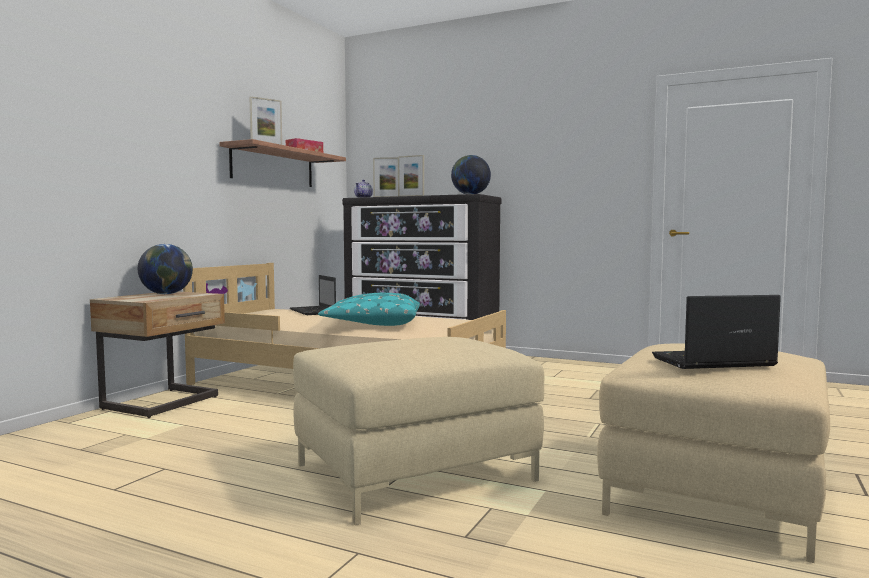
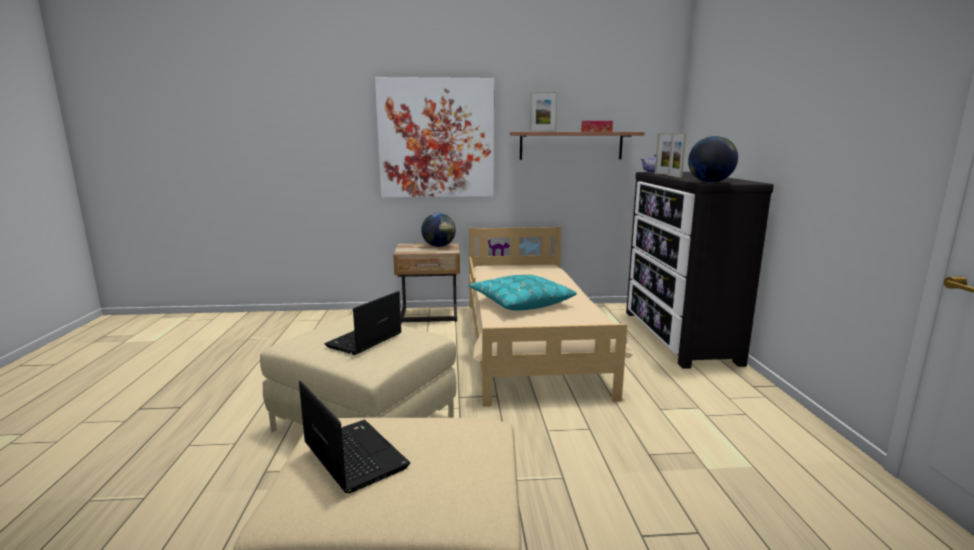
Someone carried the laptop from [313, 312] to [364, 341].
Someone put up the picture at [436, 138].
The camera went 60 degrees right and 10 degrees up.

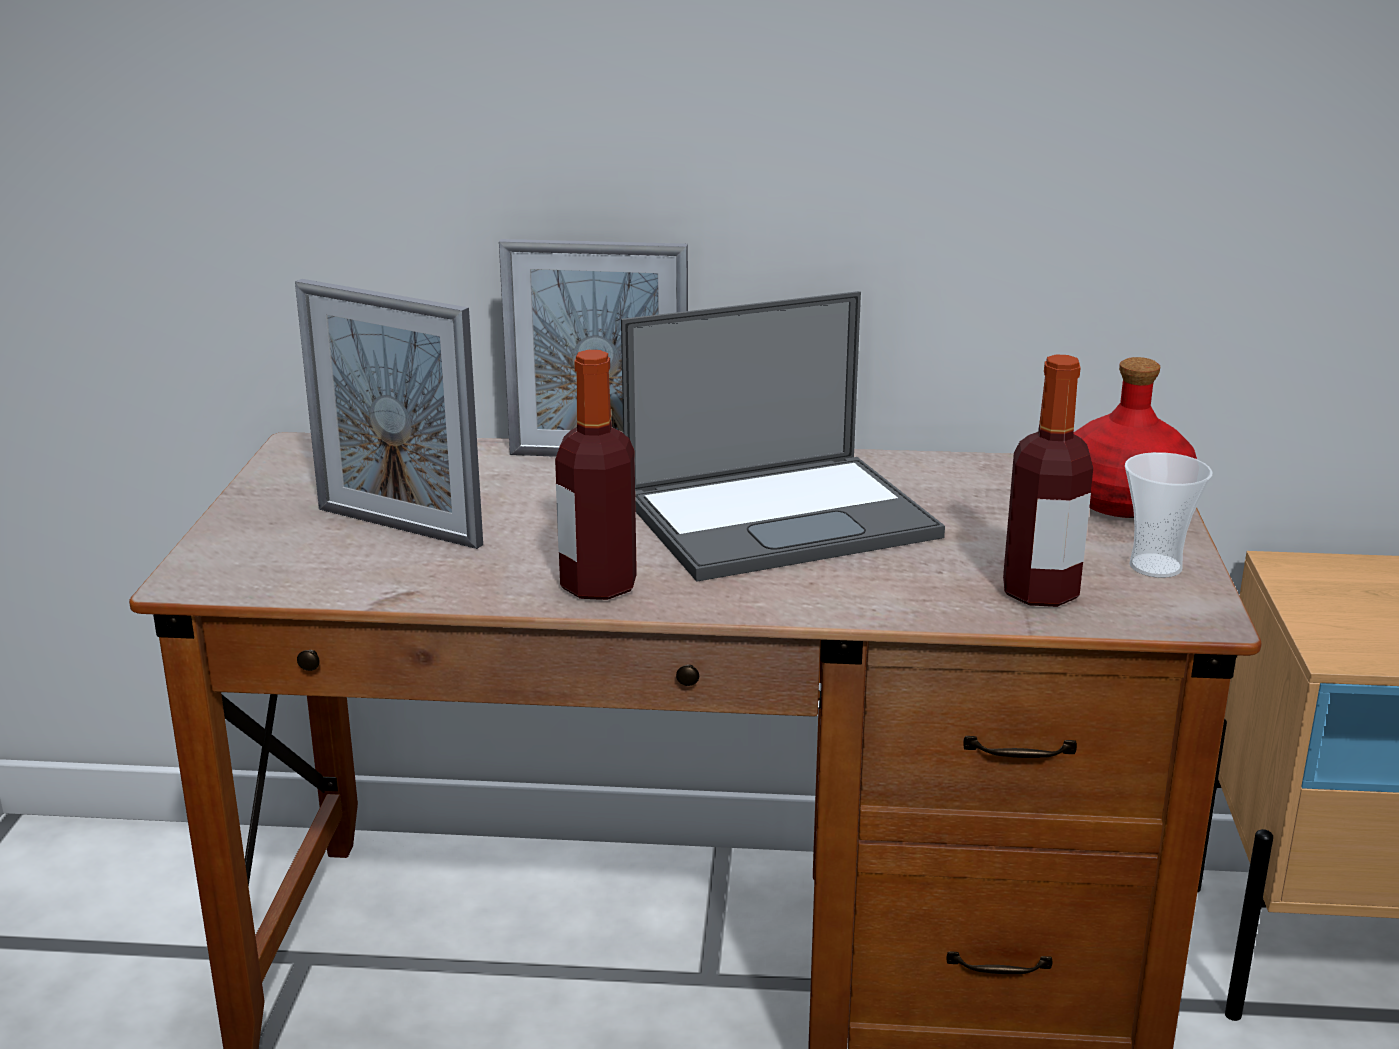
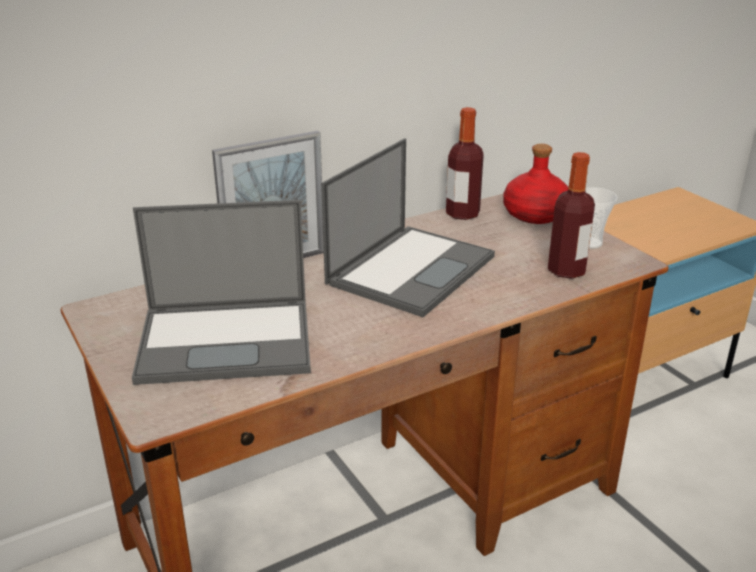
Someone swapped the picture_frame at [399, 526] for the laptop at [228, 340].
Someone carried the bottle from [598, 586] to [462, 214].
The camera went 35 degrees left and 5 degrees up.

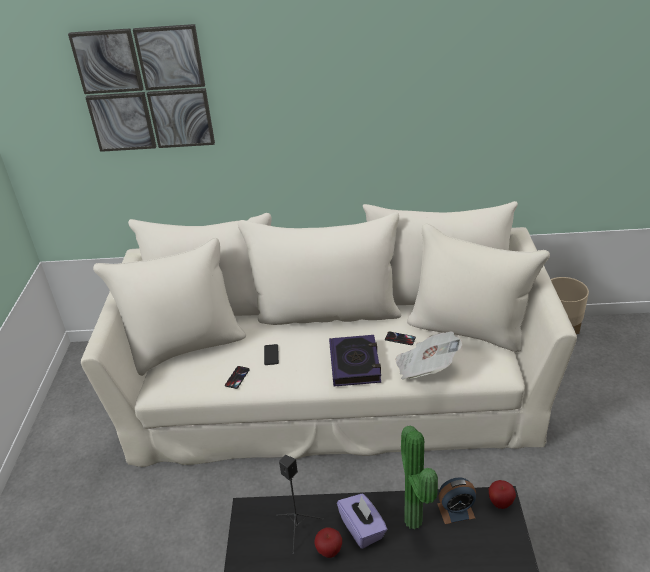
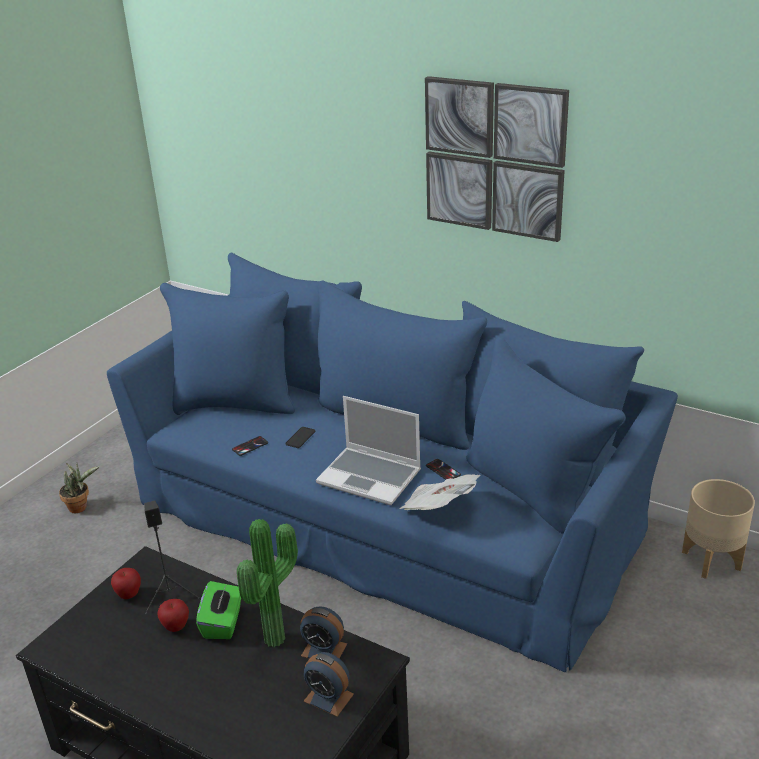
Someone carried the picture from [145, 90] to [494, 158].
Someone repainted the beige_sofa at [333, 390], which became the blue_sofa at [386, 516].
Someone swapped the book at [355, 364] for the laptop at [371, 477].
Someone carried the apple from [500, 503] to [129, 595].
Someone repainted the purple_tissue_box at [362, 529], which became the green_tissue_box at [223, 623].
Someone put down the potted_plant at [81, 507].
Someone put down the alarm_clock at [328, 697].
The camera went 30 degrees right and 5 degrees down.

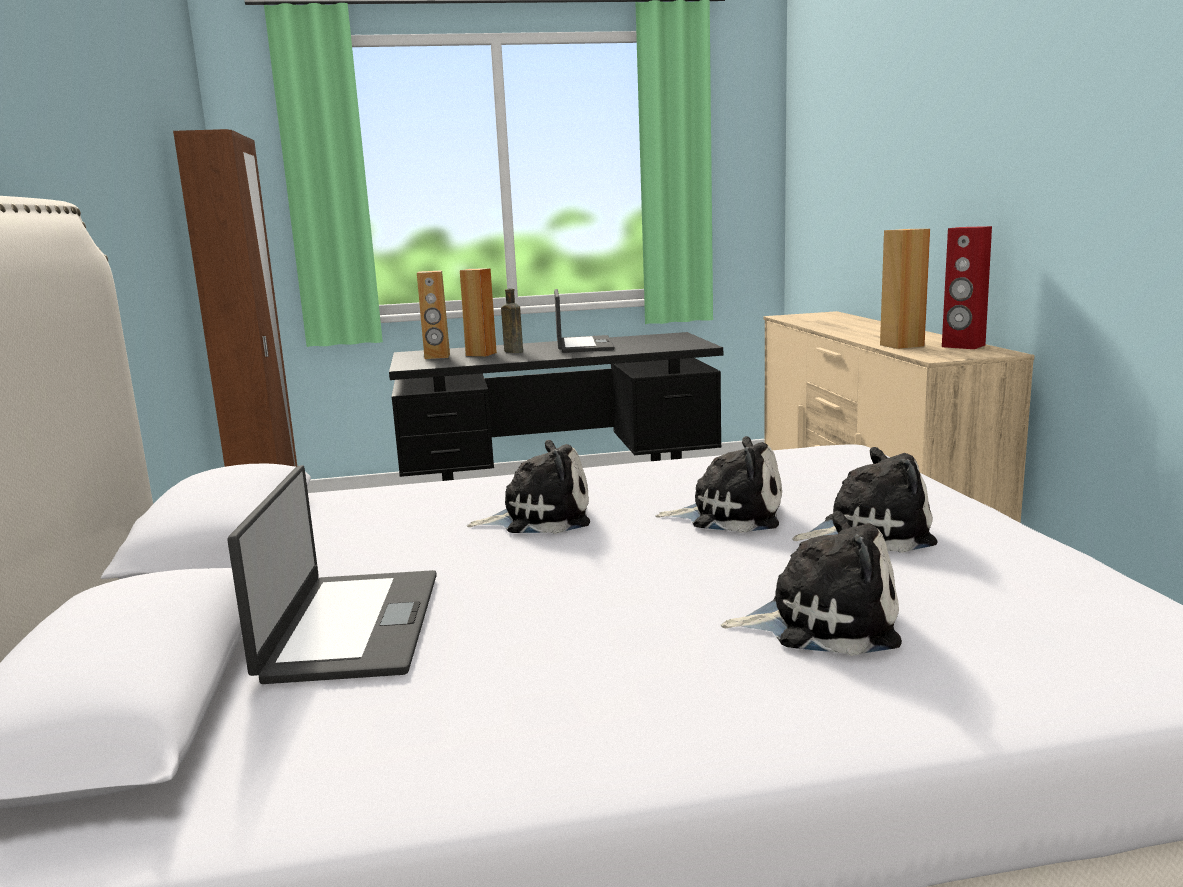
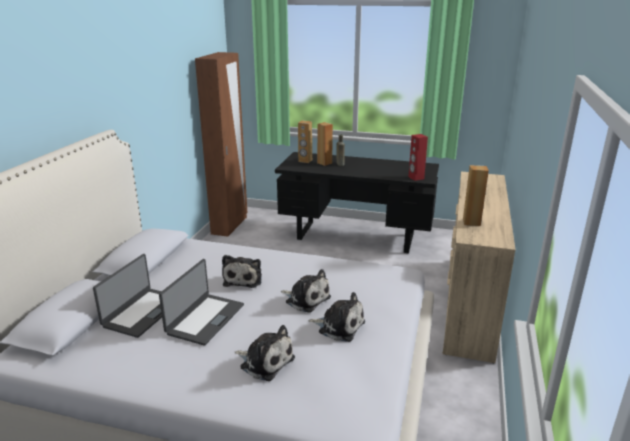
Someone carried the red_speaker from [963, 346] to [416, 178].
Someone carried the laptop from [583, 345] to [204, 319].
Someone rotated the plush_toy at [540, 518] by 75 degrees clockwise.
The camera went 25 degrees right and 10 degrees up.

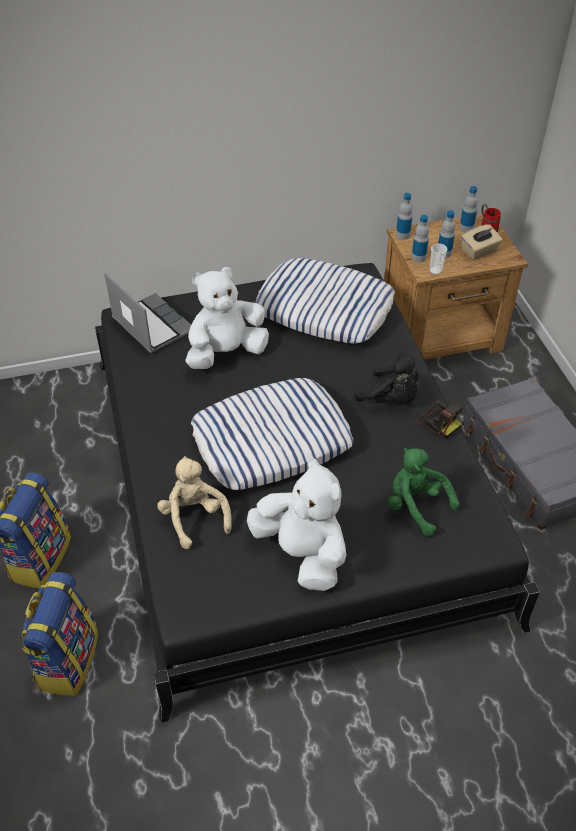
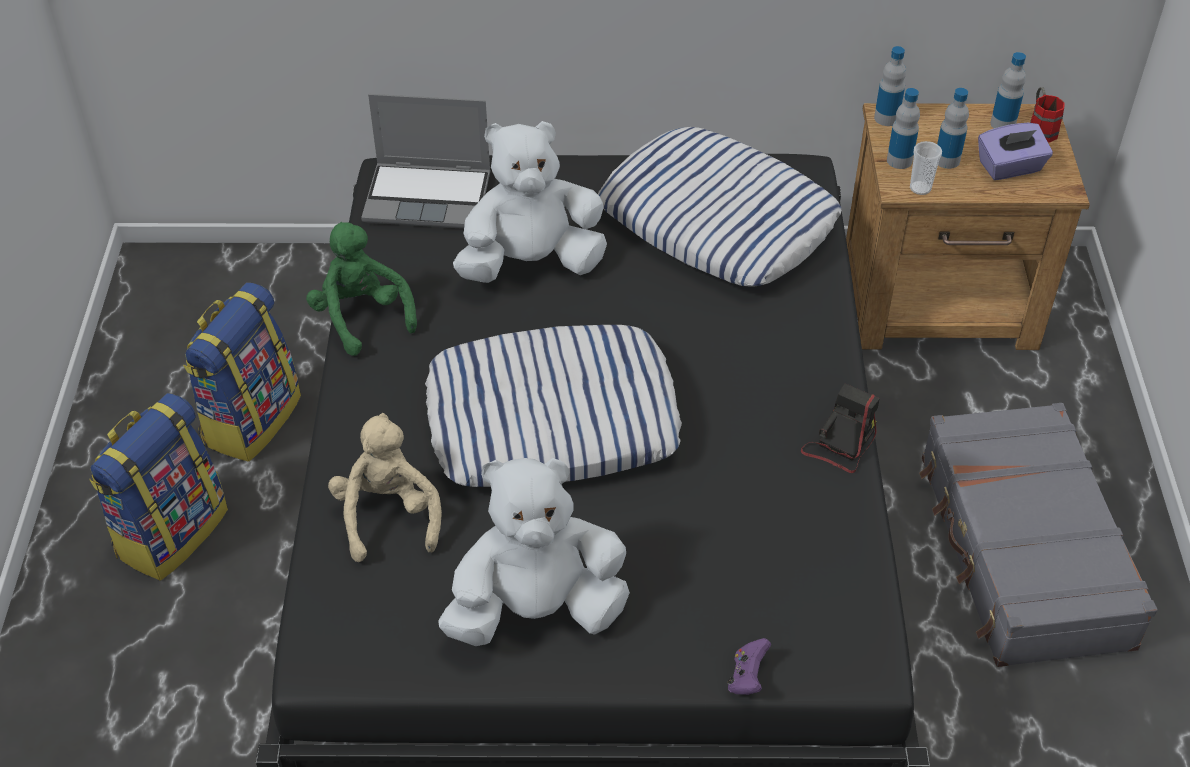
Someone repainted the beige_tissue_box at [479, 251], which became the purple_tissue_box at [1010, 167].
Someone rotated the laptop at [151, 325] by 120 degrees clockwise.
Someone took away the black_plush_toy at [391, 399].
Someone rotated the photo_camera at [438, 422] by 120 degrees counterclockwise.
Someone carried the green_plush_toy from [416, 506] to [361, 317].
Someone rotated the white_plush_toy at [302, 553] by 75 degrees counterclockwise.
Someone carried the backpack from [67, 659] to [251, 419].
Someone put down the purple_game_controller at [747, 677].
The camera went 15 degrees right and 0 degrees up.

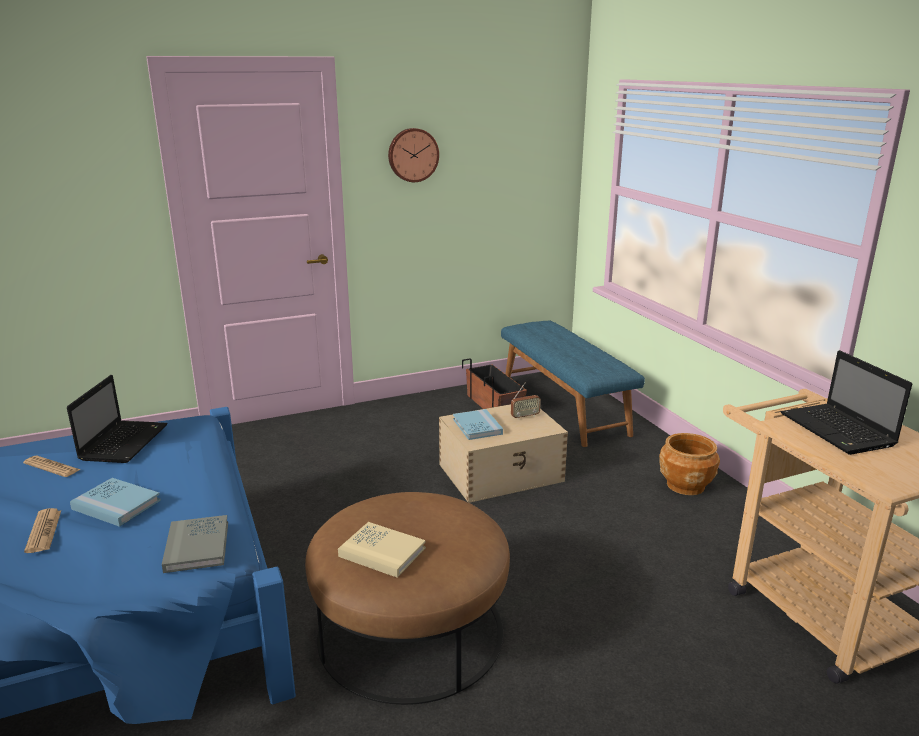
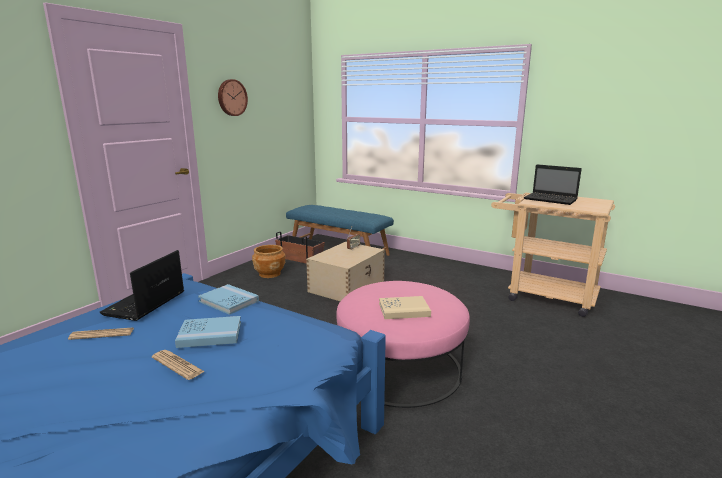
Someone rotated the laptop at [124, 442] by 135 degrees counterclockwise.
Someone carried the blue_book from [477, 426] to [229, 301].
Someone carried the brown_planter from [685, 485] to [270, 274].
Someone repainted the brown_ottoman at [410, 631], which became the pink_ottoman at [400, 368].
Someone took away the grey_book at [197, 546].
The camera went 35 degrees left and 5 degrees down.

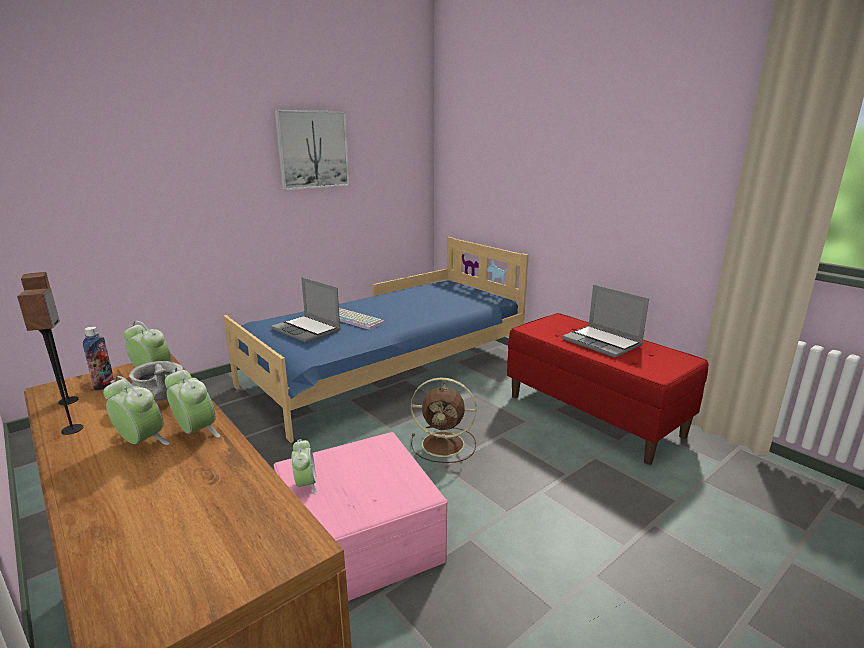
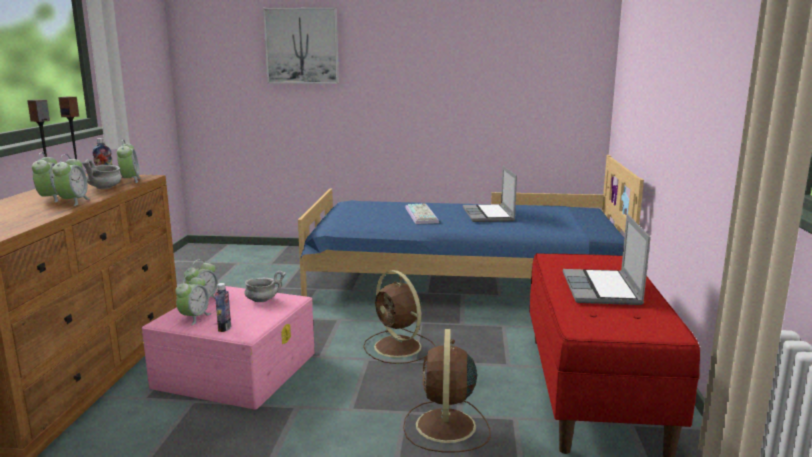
Someone carried the picture from [313, 149] to [302, 46].
Someone carried the laptop from [307, 330] to [489, 215].
Someone put down the grey_bowl at [262, 300].
Someone put down the alarm_clock at [194, 318].
Someone put down the bottle at [224, 328].
Someone put down the brown_fan at [445, 427].
The camera went 45 degrees right and 5 degrees down.

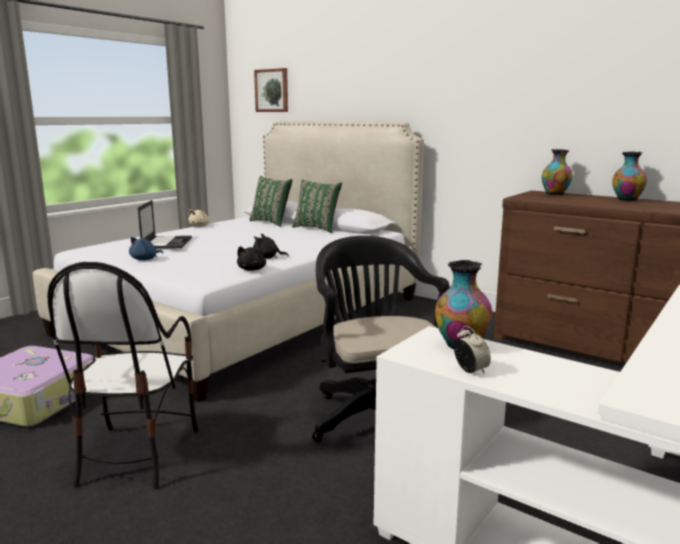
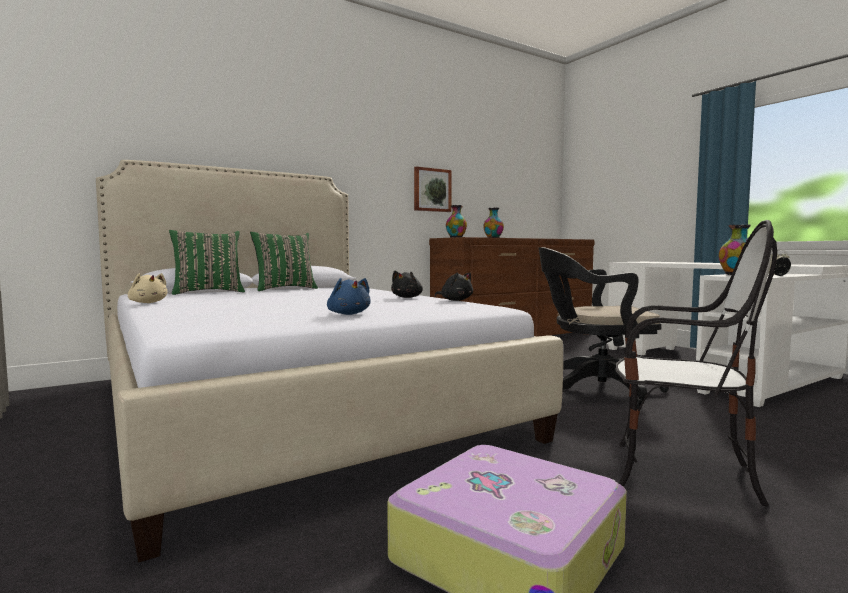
Someone carried the picture from [272, 90] to [432, 190].
Someone took away the laptop at [167, 243].
The camera went 70 degrees left and 10 degrees down.

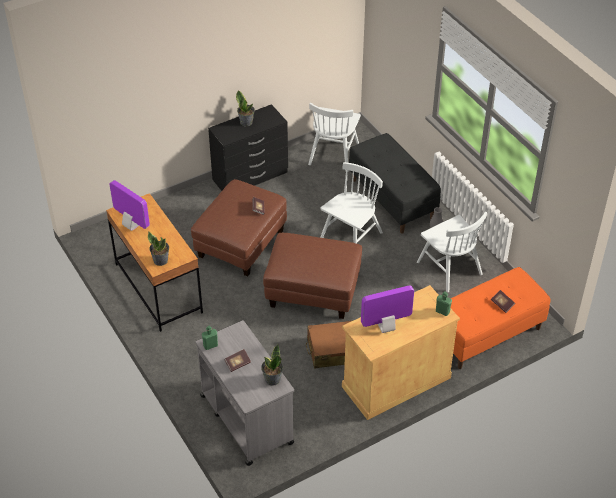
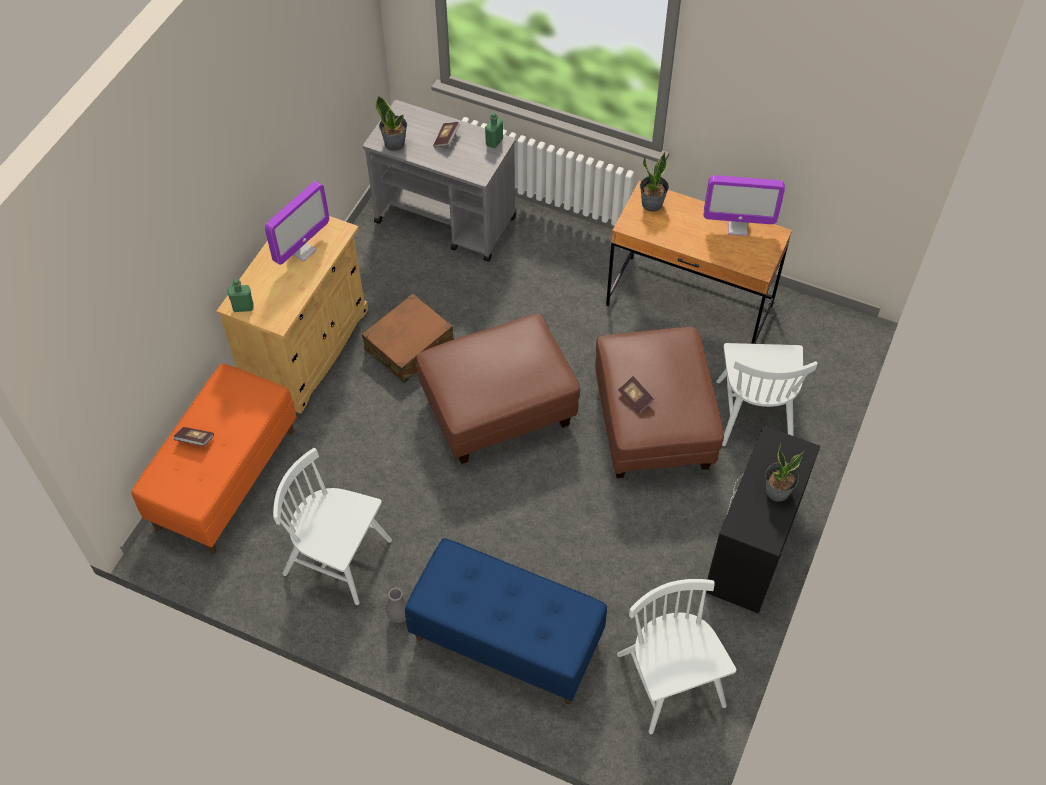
Someone repainted the black_bench at [393, 199], which became the blue_bench at [505, 640].
Someone carried the white_chair from [351, 237] to [754, 413].
The camera went 145 degrees right and 10 degrees up.

